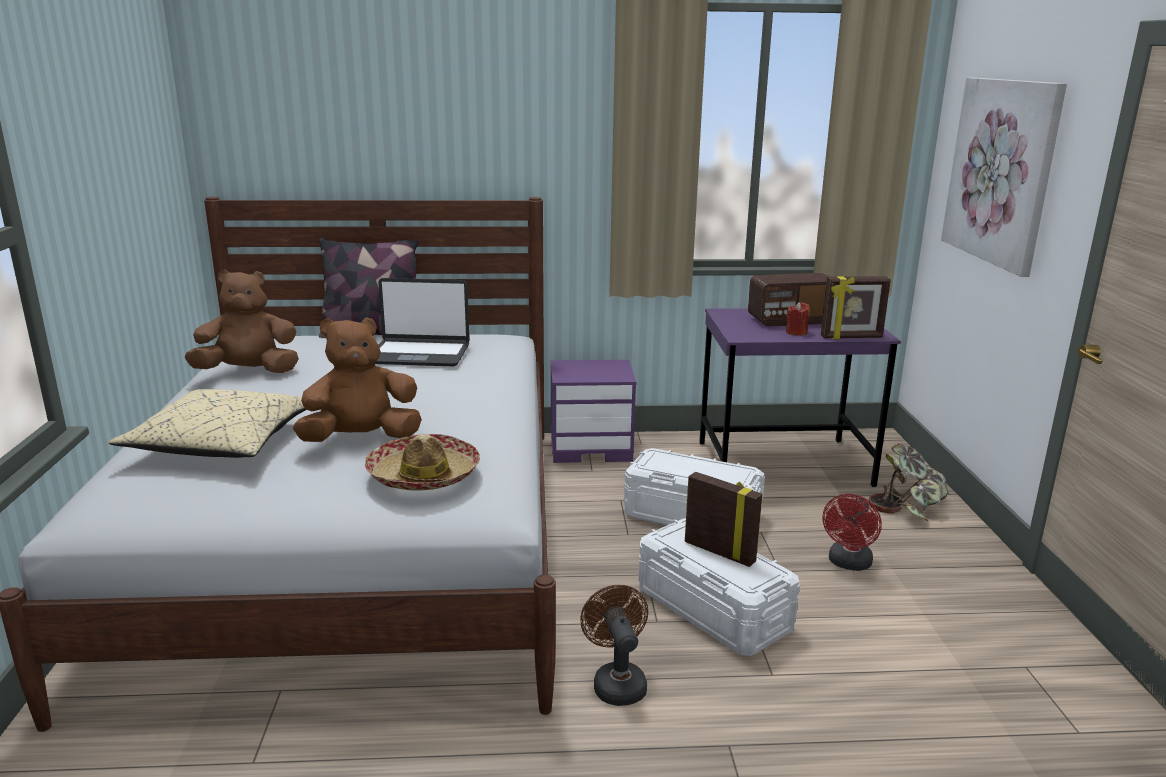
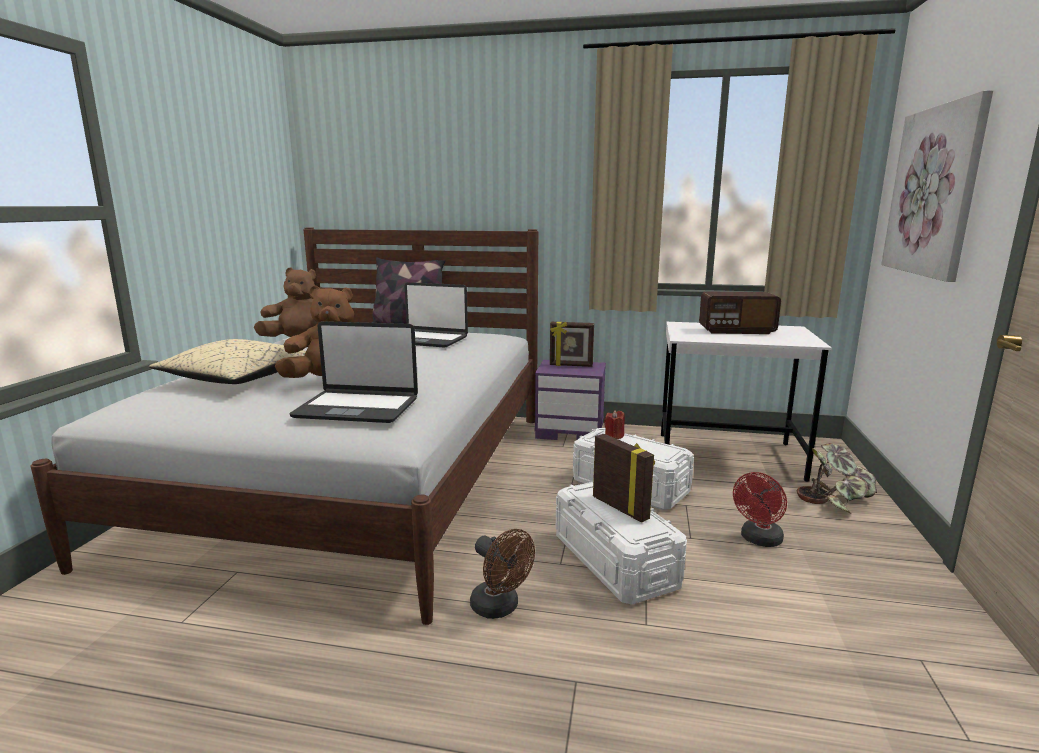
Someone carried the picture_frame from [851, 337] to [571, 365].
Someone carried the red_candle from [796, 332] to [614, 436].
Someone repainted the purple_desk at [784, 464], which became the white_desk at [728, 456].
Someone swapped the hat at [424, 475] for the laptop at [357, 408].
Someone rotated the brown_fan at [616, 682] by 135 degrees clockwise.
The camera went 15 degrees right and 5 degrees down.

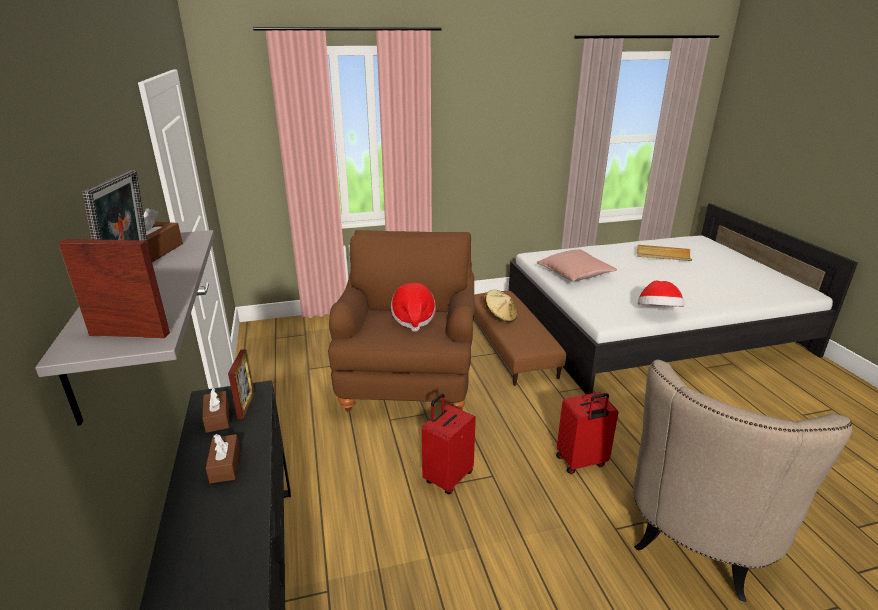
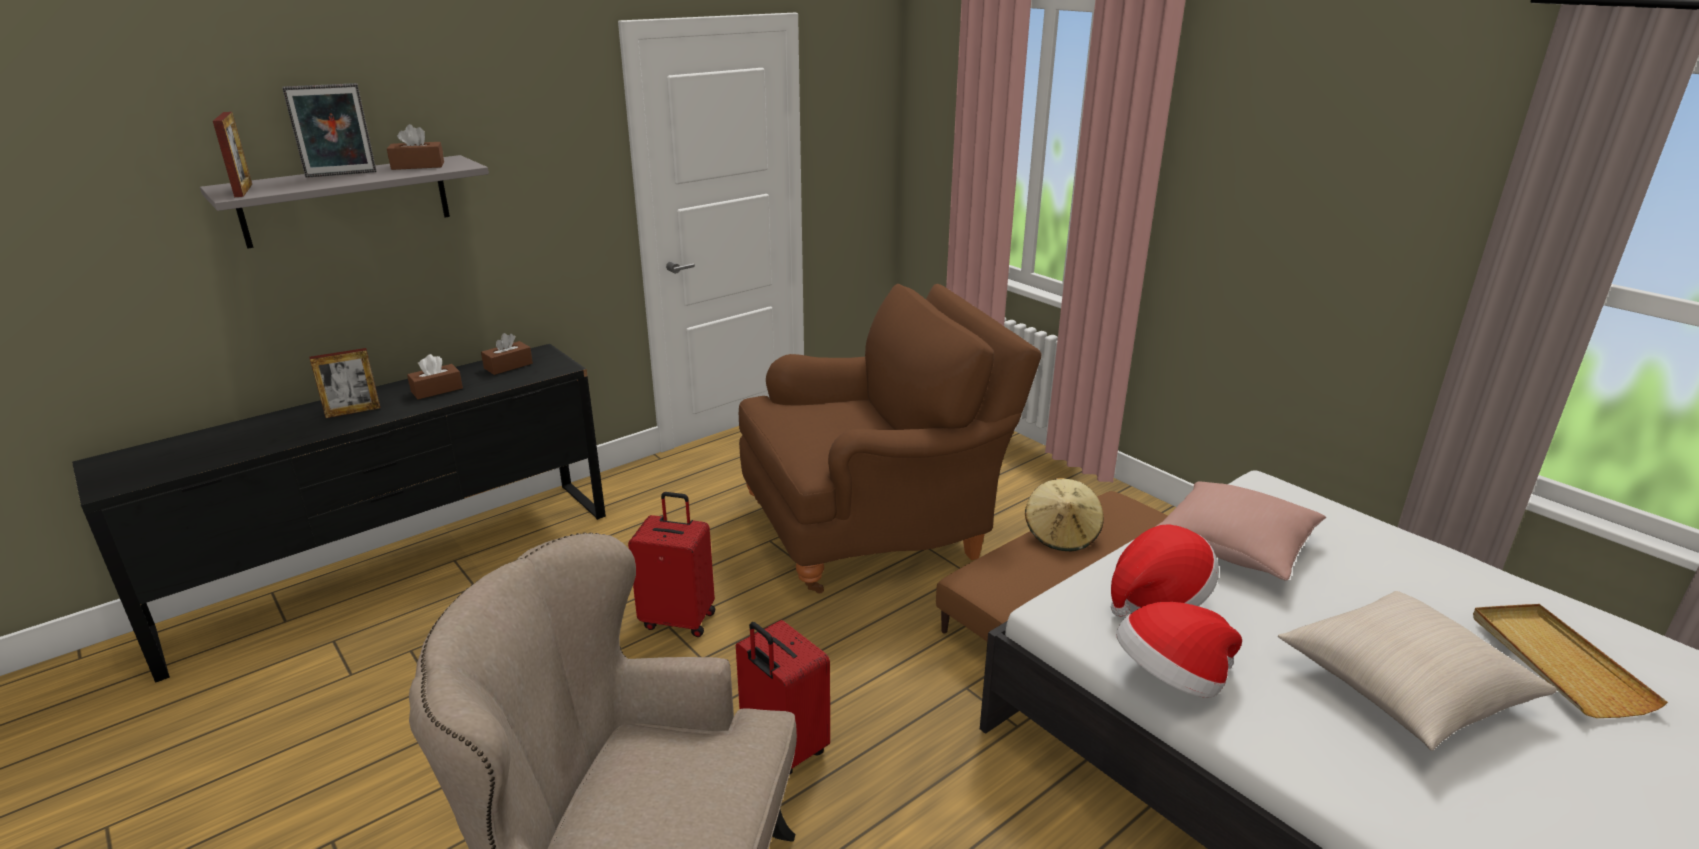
Someone carried the hat from [413, 319] to [1157, 598].
Someone carried the picture_frame from [246, 405] to [353, 411].
Someone put down the beige_pillow at [1403, 688].
The camera went 65 degrees right and 0 degrees up.

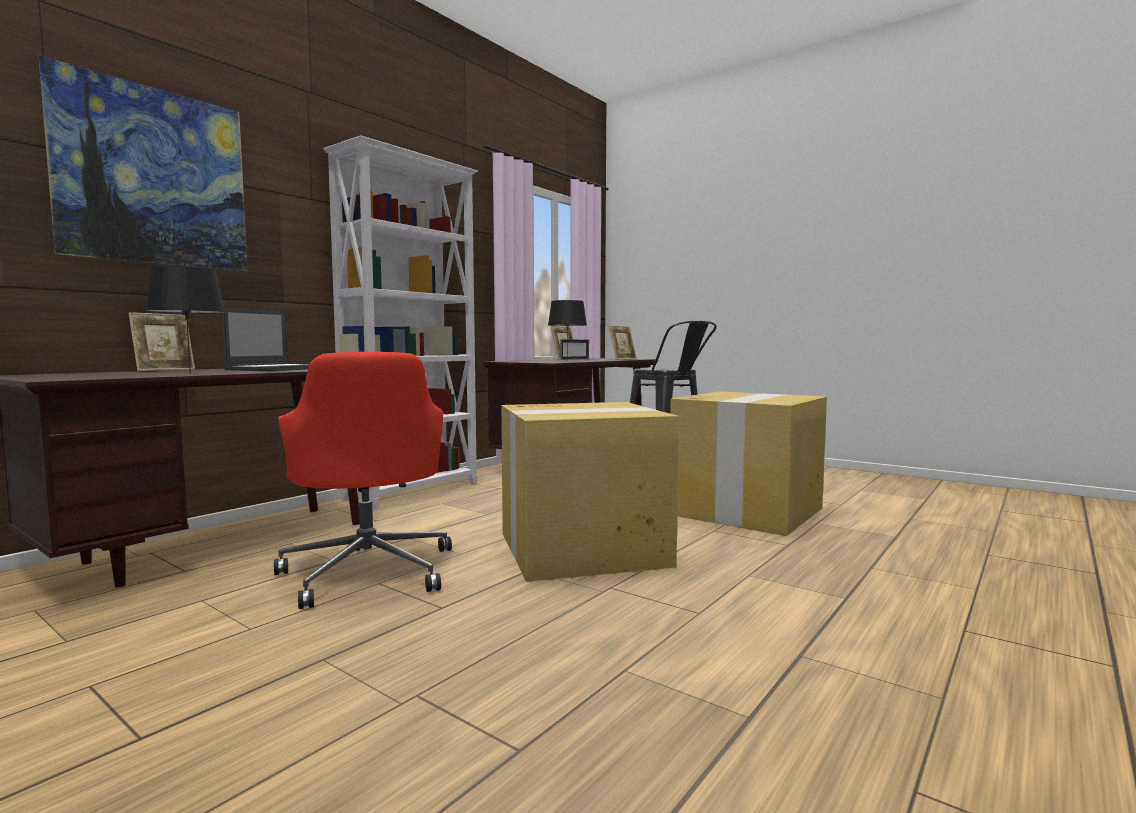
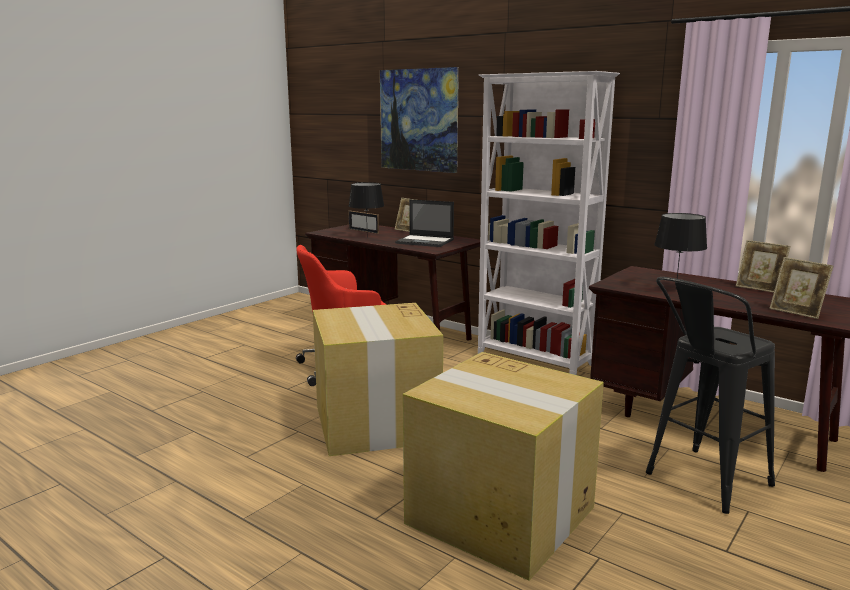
Someone carried the picture_frame from [575, 359] to [363, 231].
The camera went 90 degrees right and 10 degrees up.

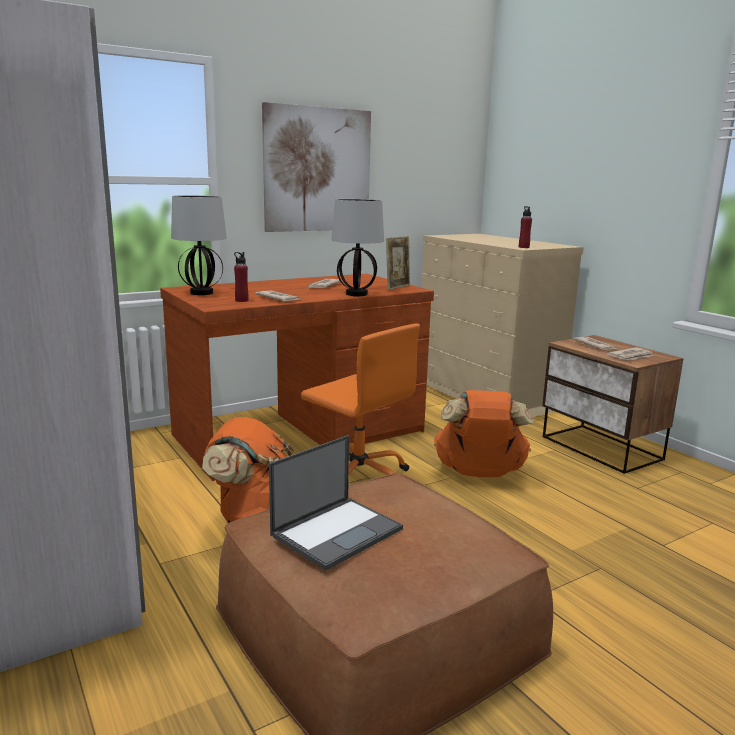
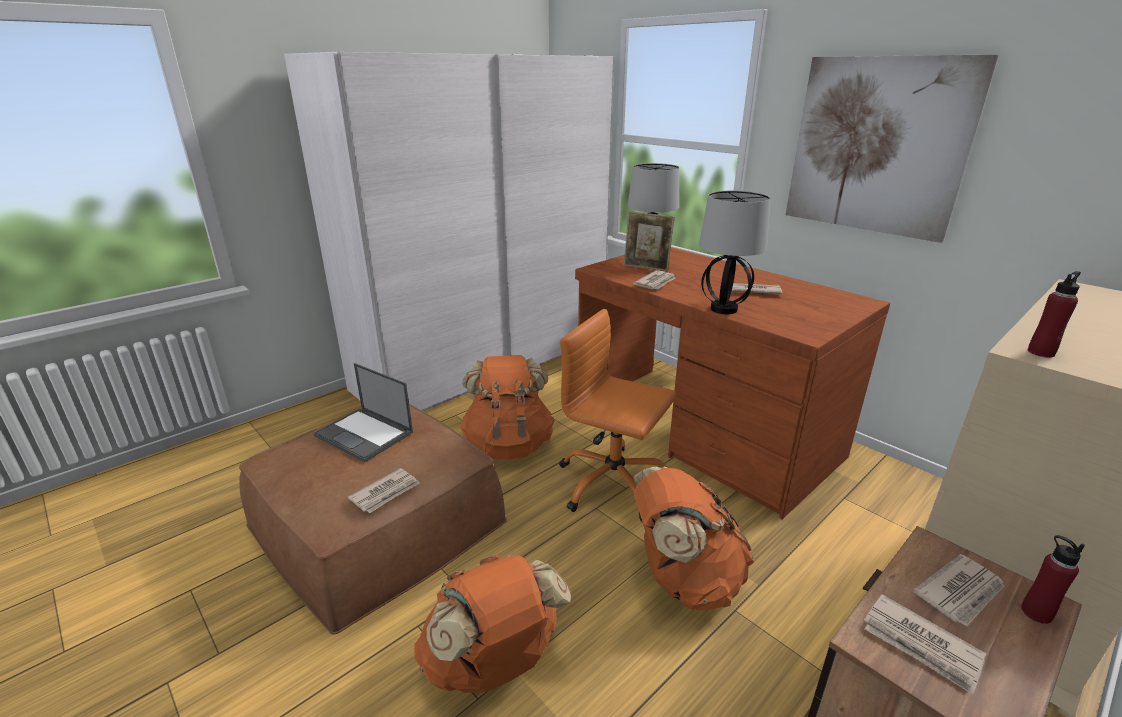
Someone carried the picture_frame from [397, 287] to [646, 268].
Someone carried the red_bottle from [241, 300] to [1036, 612].
Someone rotated the orange_office_chair at [359, 481] by 90 degrees clockwise.
Someone put down the newspaper at [386, 493].
Someone put down the orange_backpack at [493, 664].
The camera went 80 degrees right and 10 degrees up.

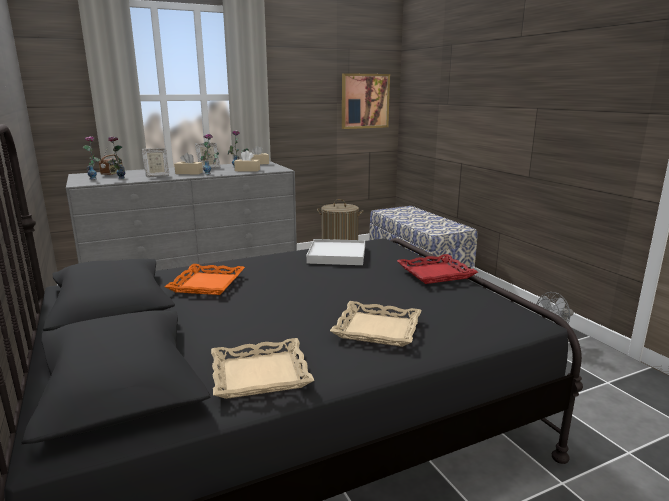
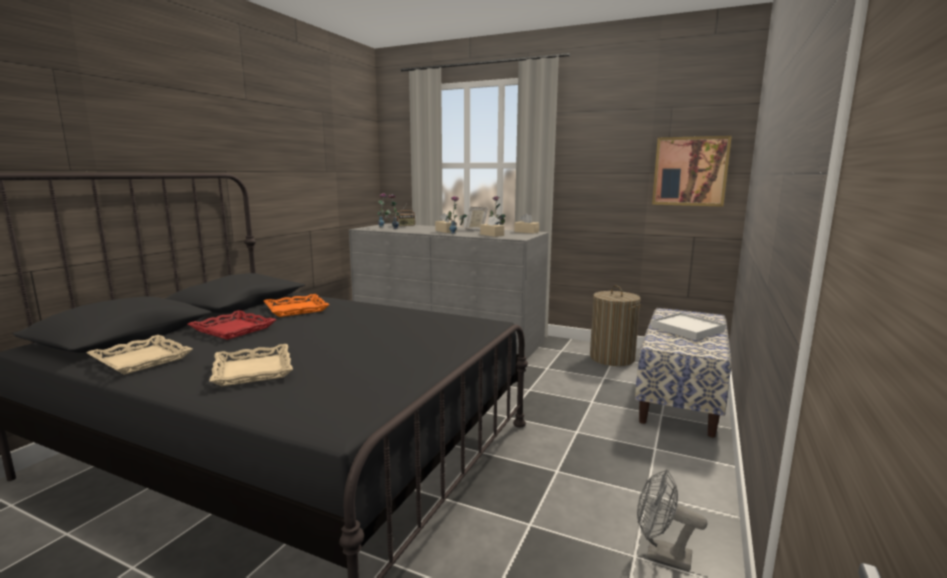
Someone took away the picture_frame at [157, 176].
Someone carried the white_tray from [336, 255] to [687, 329].
Someone carried the red_tray from [435, 273] to [234, 329].
The camera went 50 degrees right and 5 degrees down.

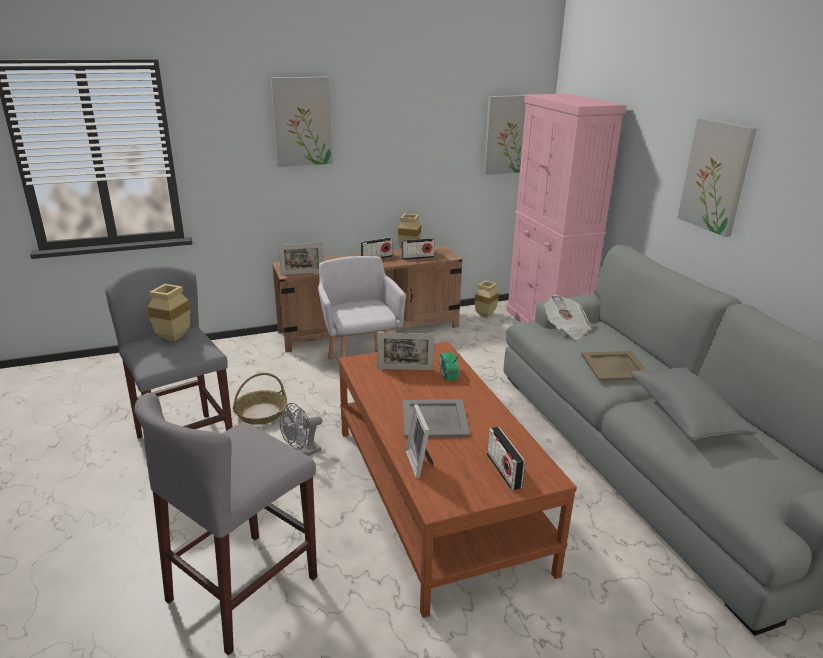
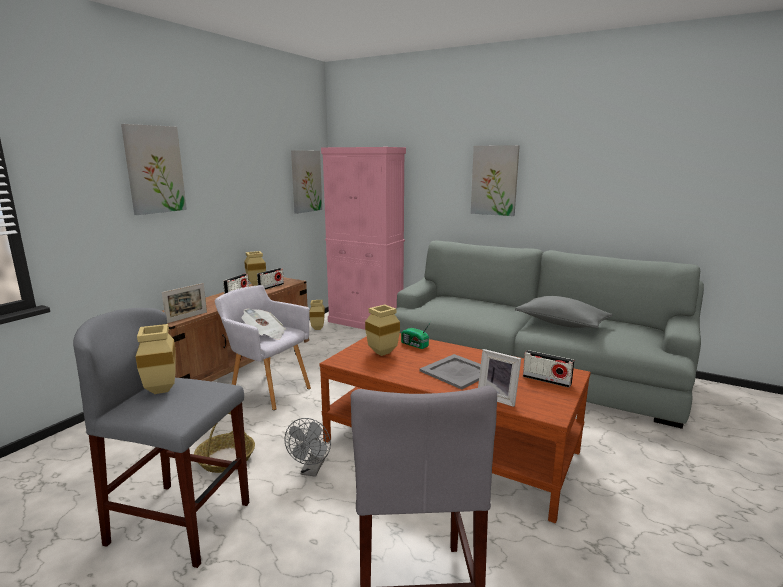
Someone carried the newspaper from [566, 328] to [265, 334].
Someone swapped the picture_frame at [405, 369] for the beige_vase at [383, 352].
Someone took away the beige_tray at [614, 366].
The camera went 40 degrees left and 10 degrees down.

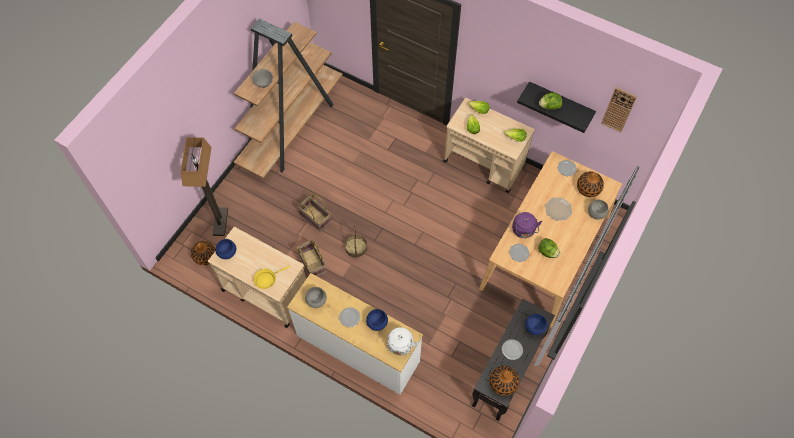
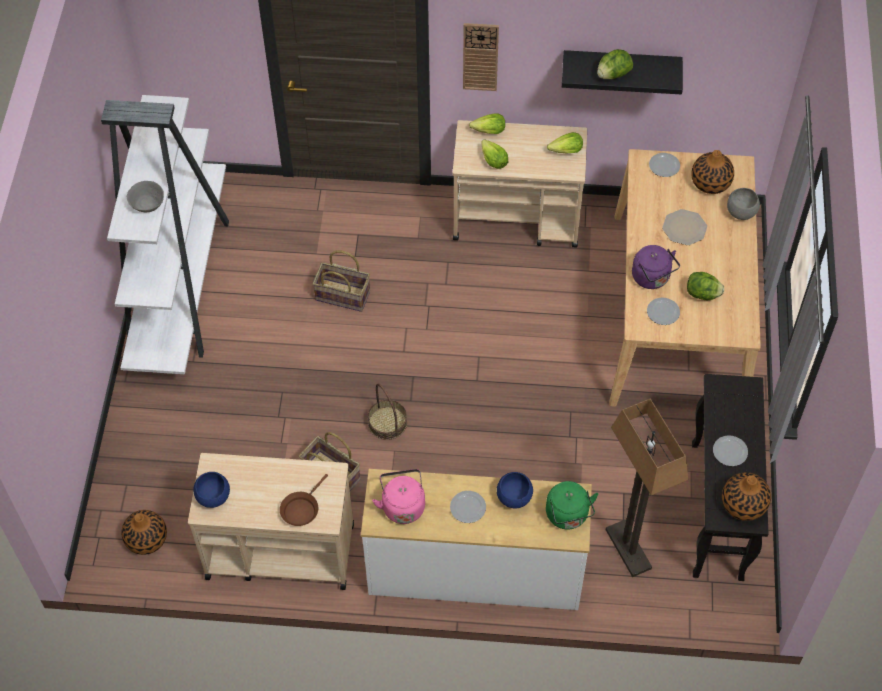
Someone repainted the brown_bookcase at [292, 128], which became the white_bookcase at [180, 282].
Someone carried the wall_clock from [618, 109] to [480, 56].
Someone carried the floor_lamp from [220, 222] to [627, 549].
Someone carried the basket from [316, 218] to [343, 295].
Someone repainted the yellow_frying_pan at [267, 279], which became the brown_frying_pan at [301, 509].
Someone swapped the grey_bowl at [316, 300] for the pink_kettle at [402, 505].
Someone took away the blue_bowl at [534, 327].
Someone repainted the white_kettle at [400, 346], which became the green_kettle at [568, 516].
The camera went 25 degrees left and 5 degrees down.

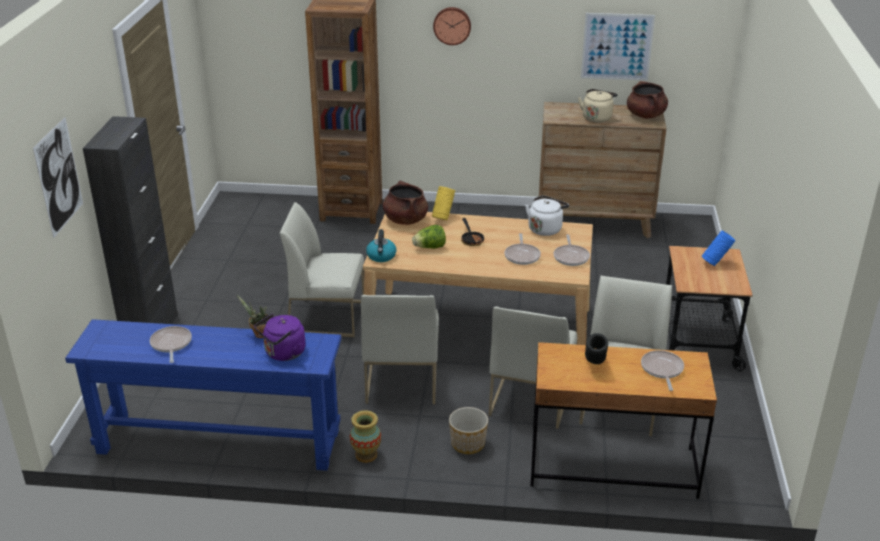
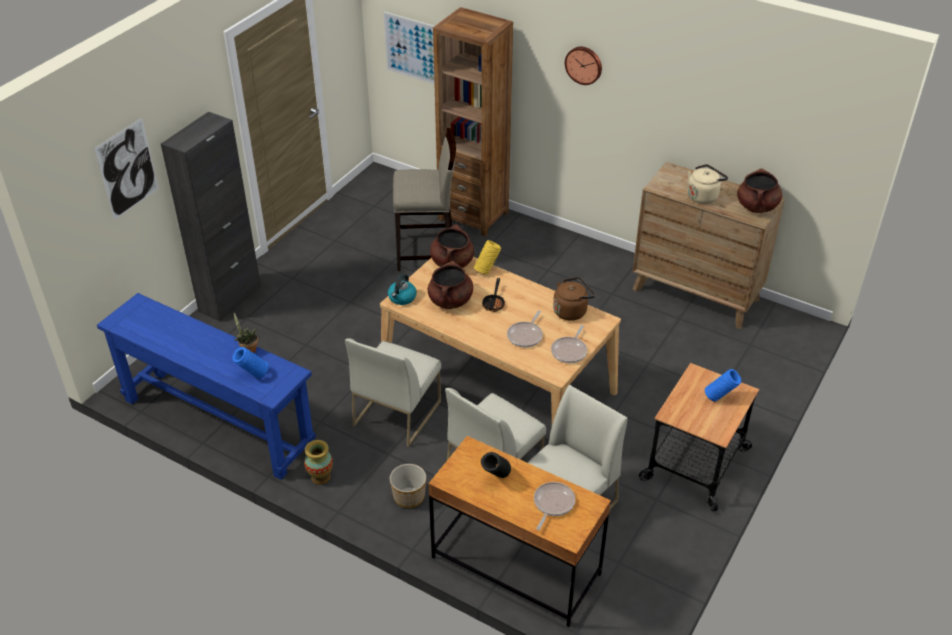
Someone carried the picture from [617, 46] to [412, 48].
Someone repainted the white_kettle at [545, 229], which became the brown_kettle at [571, 311].
Someone took away the white_chair at [327, 317].
Someone swapped the lettuce at [430, 247] for the brown_cooking_pot at [450, 301].
Someone swapped the purple_kettle at [283, 353] for the blue_vase at [253, 375].
Someone took away the frying_pan at [171, 344].
Someone put down the beige_stool at [427, 253].
The camera went 25 degrees right and 10 degrees up.

